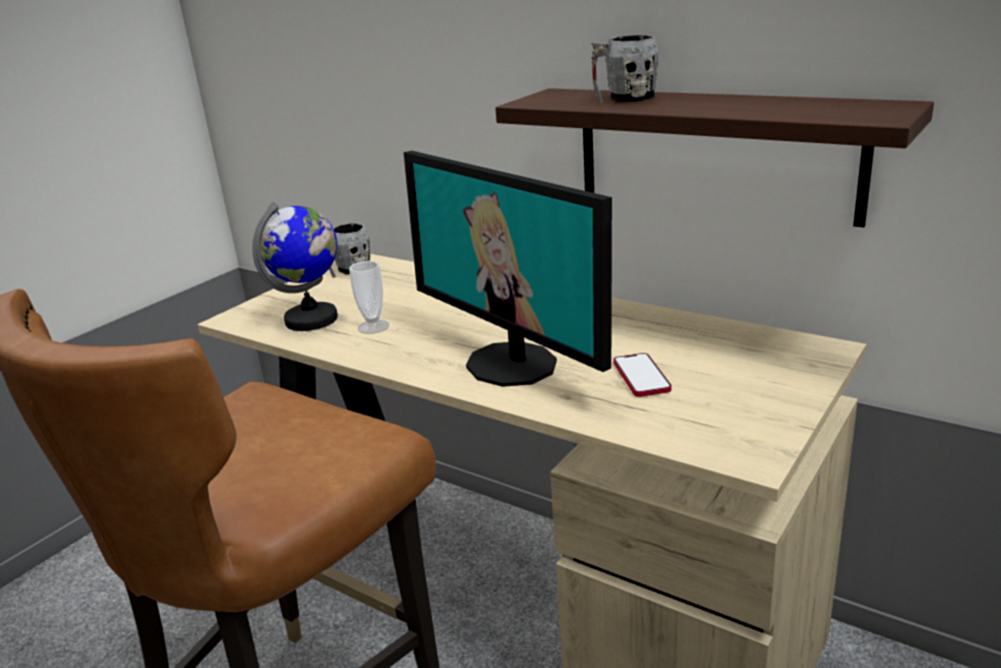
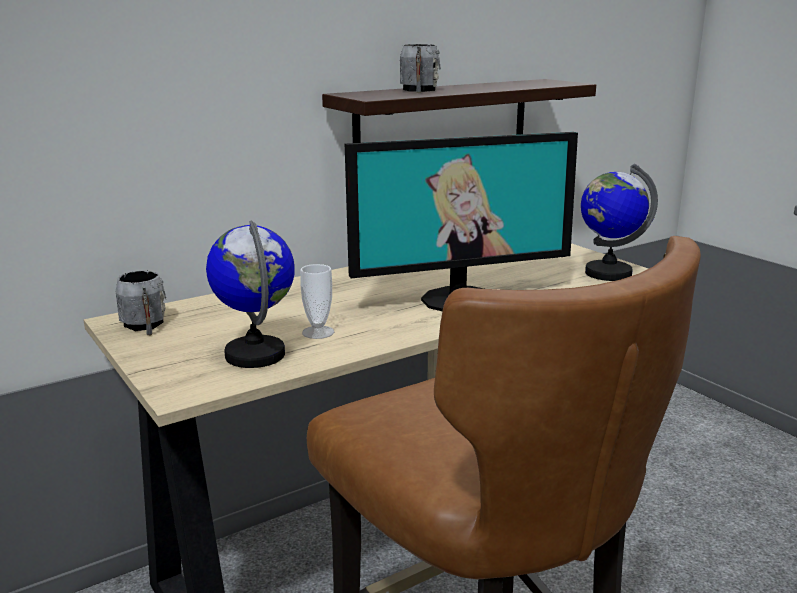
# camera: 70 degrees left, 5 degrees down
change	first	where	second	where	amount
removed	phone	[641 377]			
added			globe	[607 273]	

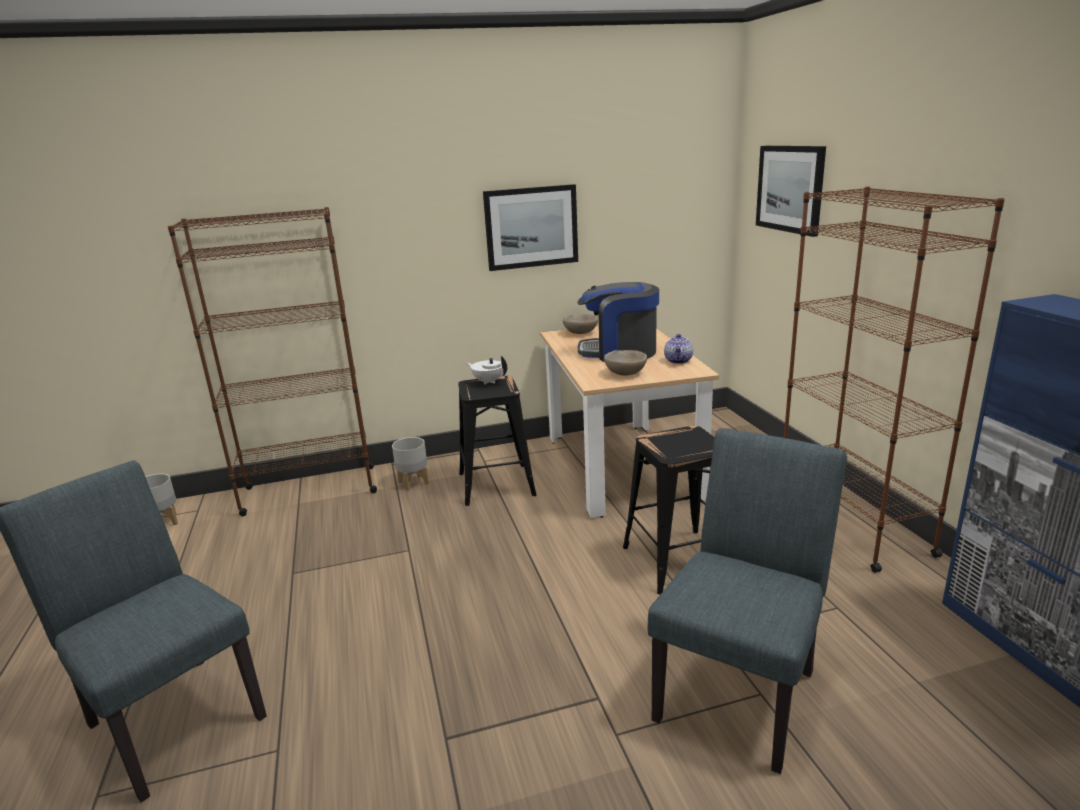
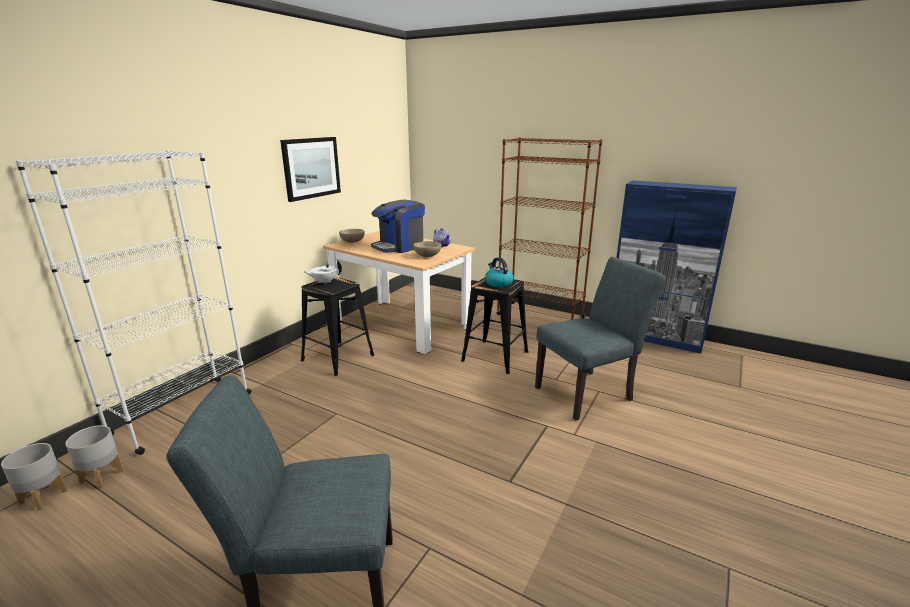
# camera: 45 degrees left, 0 degrees up
change	first	where	second	where	amount
removed	picture	[790 189]			
recoloured	bookcase (brown)	[309 490]	bookcase (white)	[182 413]	
turned	chair (grey)	[741 687]		[589 392]	75 degrees clockwise
moved	planter (grey)	[413 483]		[101 477]	
added			kettle	[498 283]	

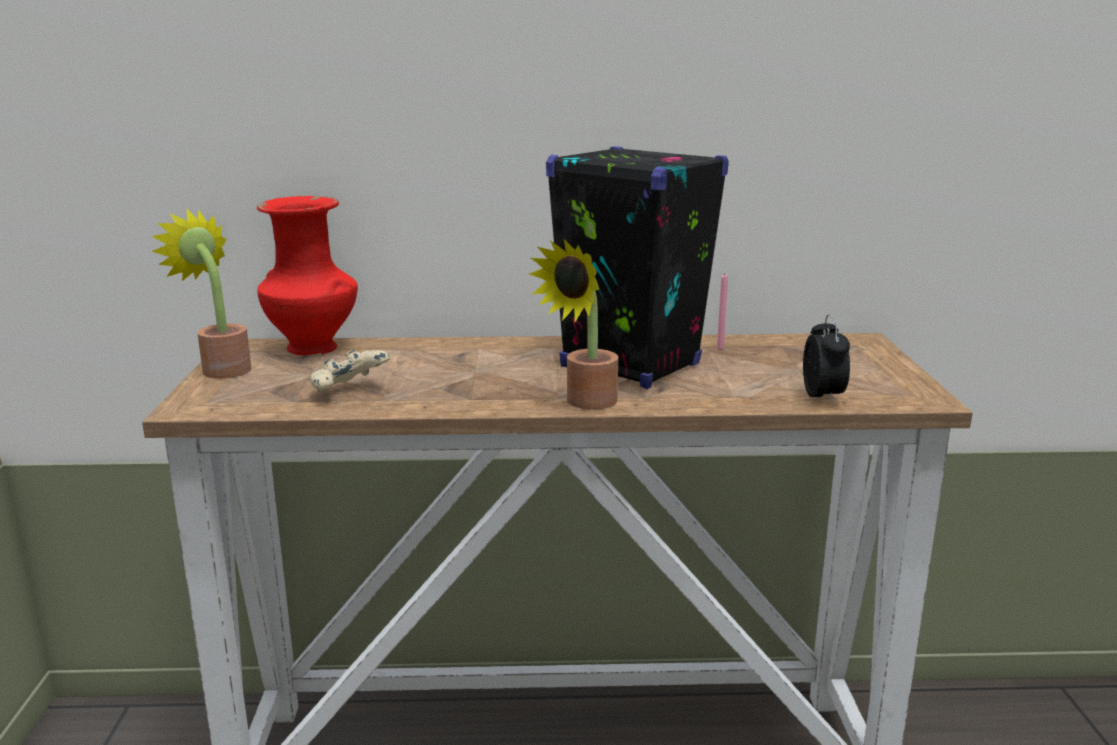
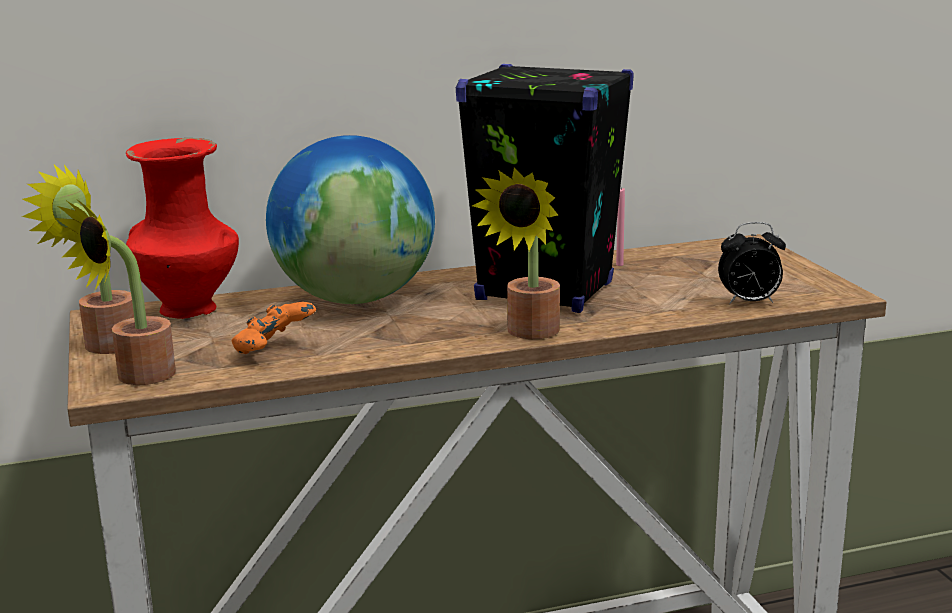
# camera: 15 degrees left, 0 degrees up
change	first	where	second	where	amount
turned	alarm clock	[823 398]		[749 302]	105 degrees clockwise
recoloured	game controller (beige)	[349 392]	game controller (orange)	[273 350]	
added			globe	[355 298]	
added			potted plant	[135 377]	

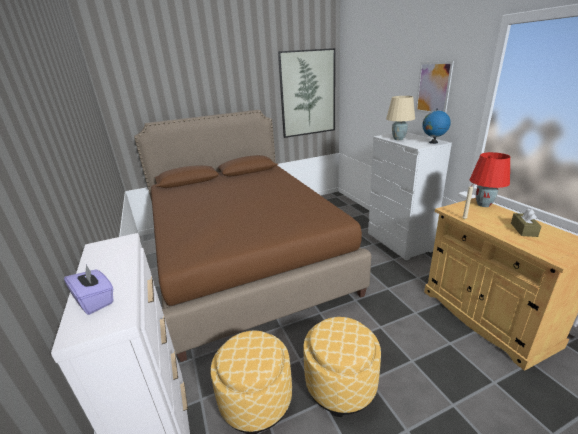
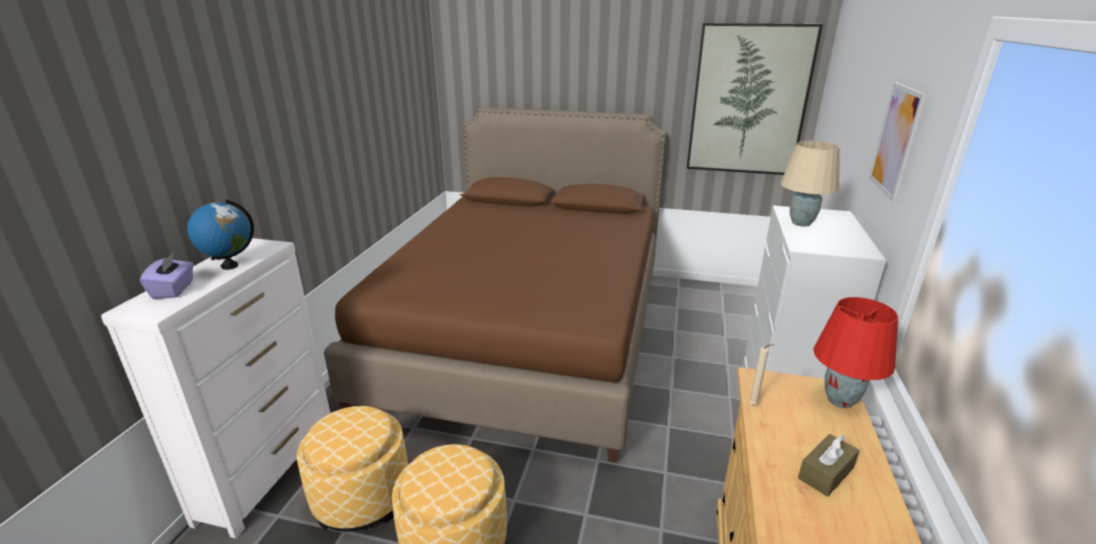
# camera: 35 degrees right, 0 degrees up
change	first	where	second	where	amount
moved	globe	[433 142]		[229 266]	

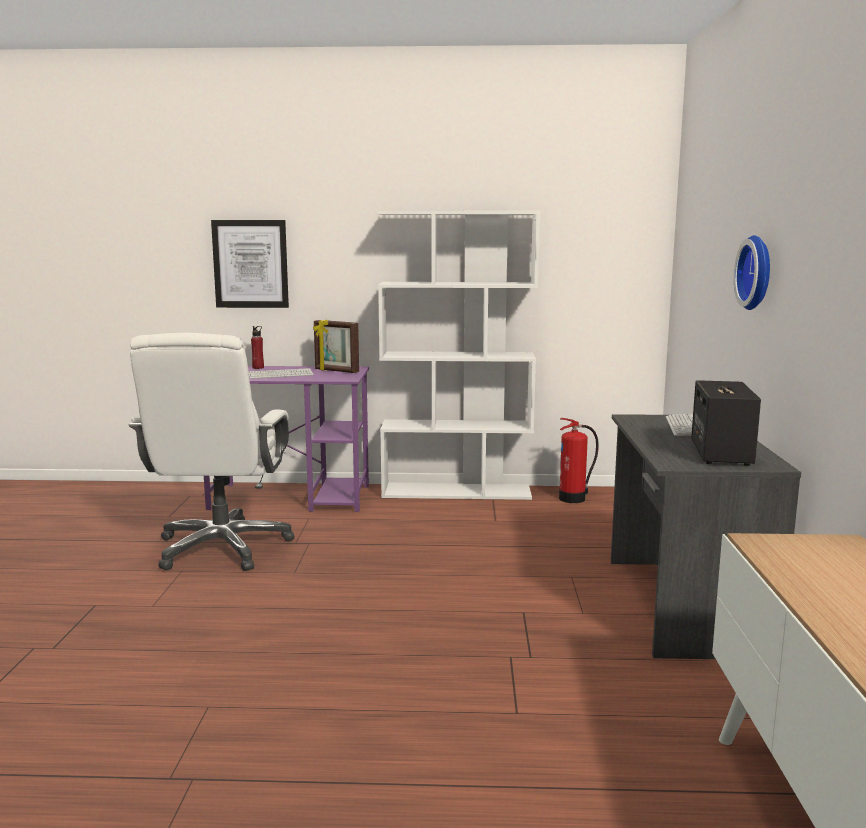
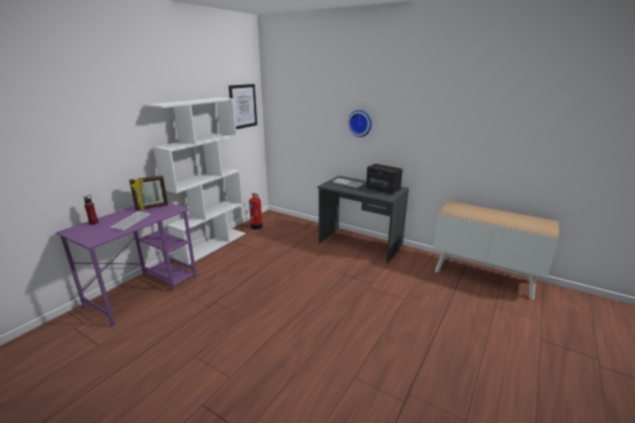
# camera: 60 degrees left, 10 degrees up
change	first	where	second	where	amount
moved	picture	[250 264]		[243 106]	
removed	office chair (white)	[222 548]			

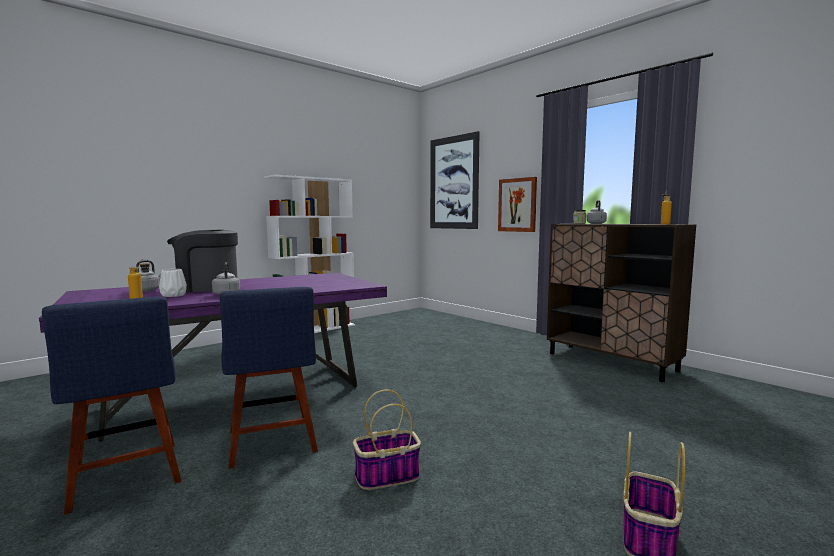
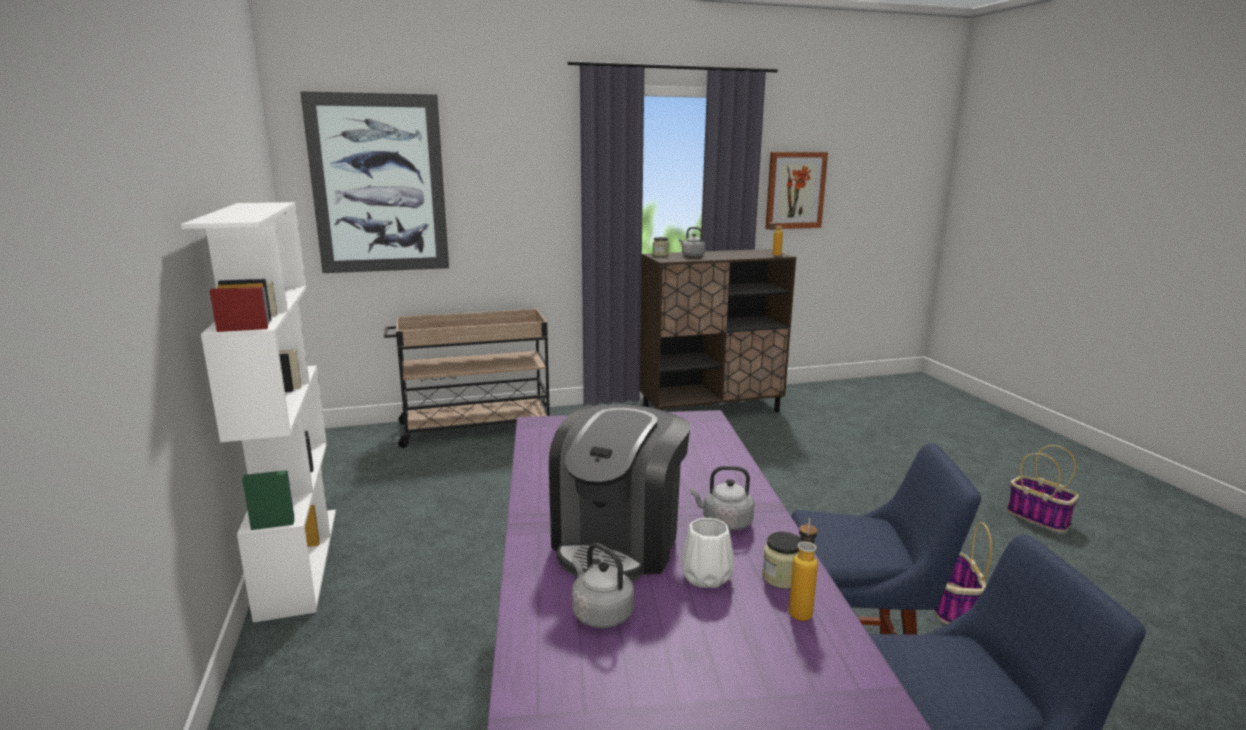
# camera: 65 degrees left, 10 degrees up
change	first	where	second	where	amount
moved	picture	[517 205]		[795 190]	
added			cart (beige)	[475 427]	
added			jar	[782 577]	

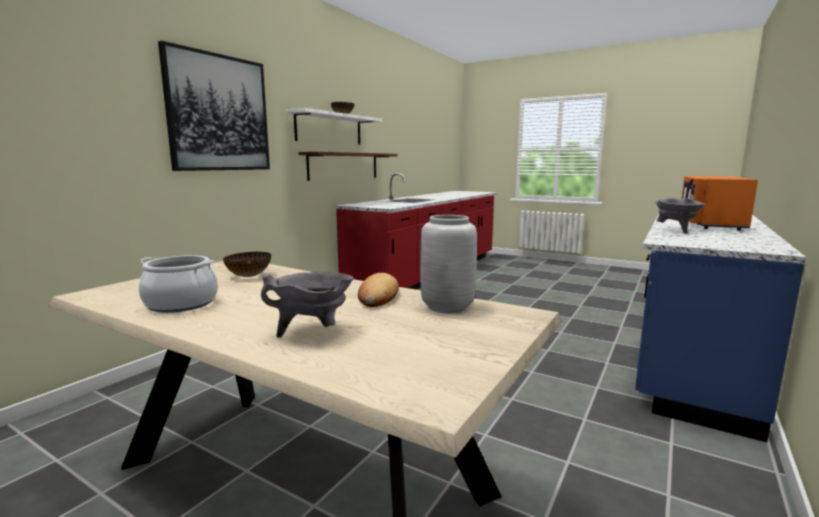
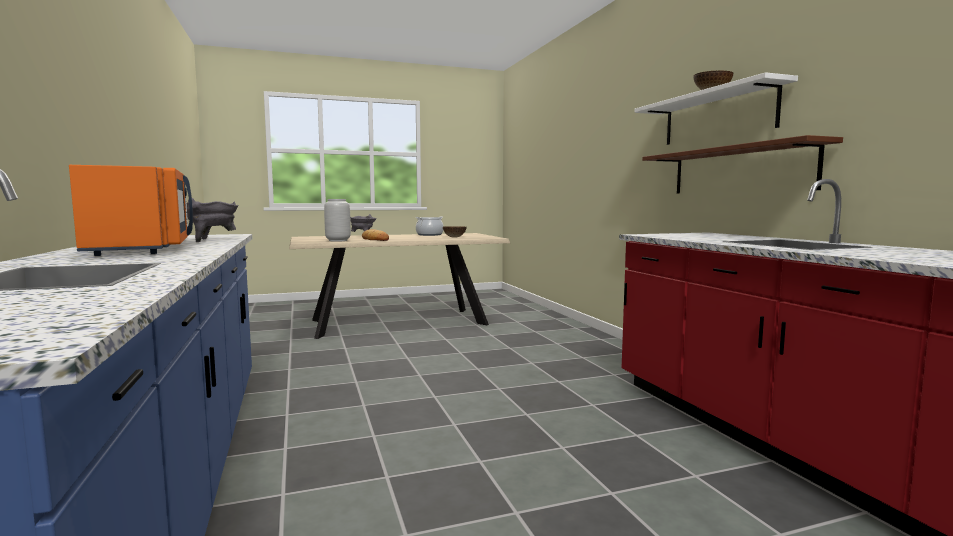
# camera: 130 degrees right, 5 degrees down
change	first	where	second	where	amount
removed	picture	[219 113]			

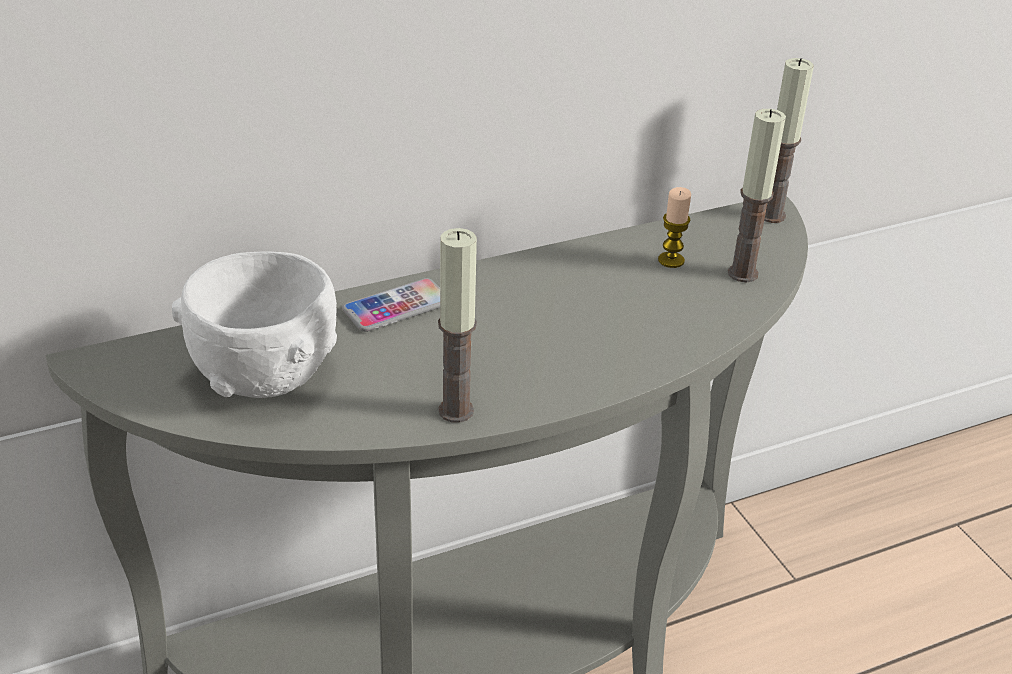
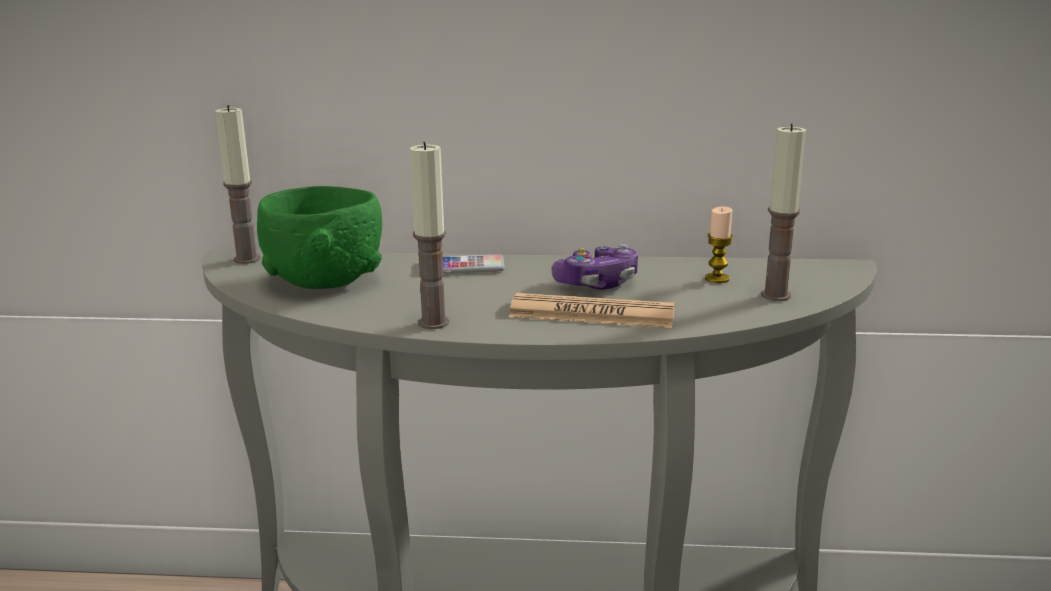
# camera: 30 degrees right, 15 degrees down
change	first	where	second	where	amount
moved	candle	[771 215]		[247 259]	
recoloured	bowl (white)	[266 377]	bowl (green)	[325 282]	
added			game controller	[597 283]	
added			newspaper	[592 313]	

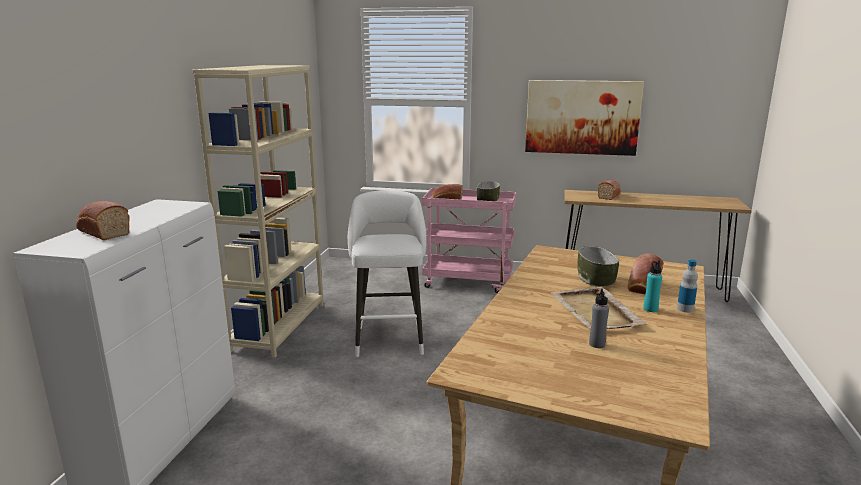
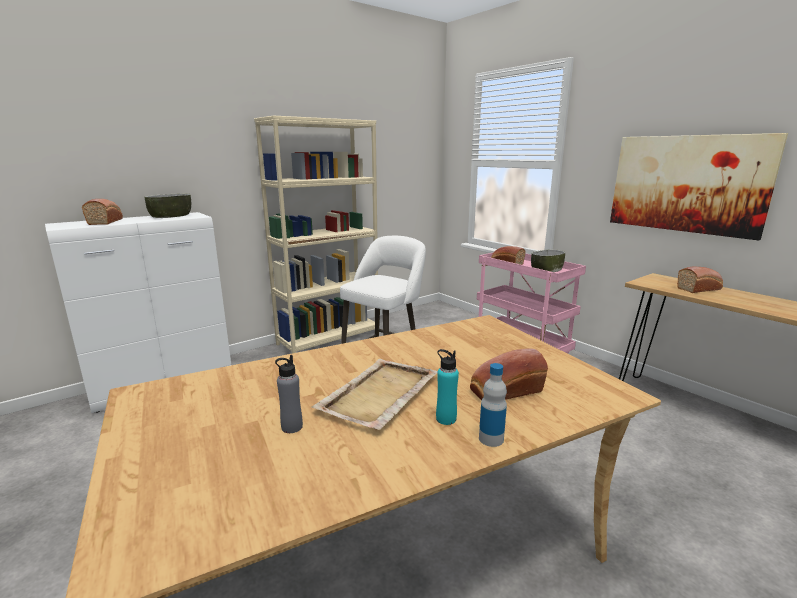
# camera: 40 degrees right, 0 degrees up
change	first	where	second	where	amount
moved	bowl	[596 279]		[171 216]	

